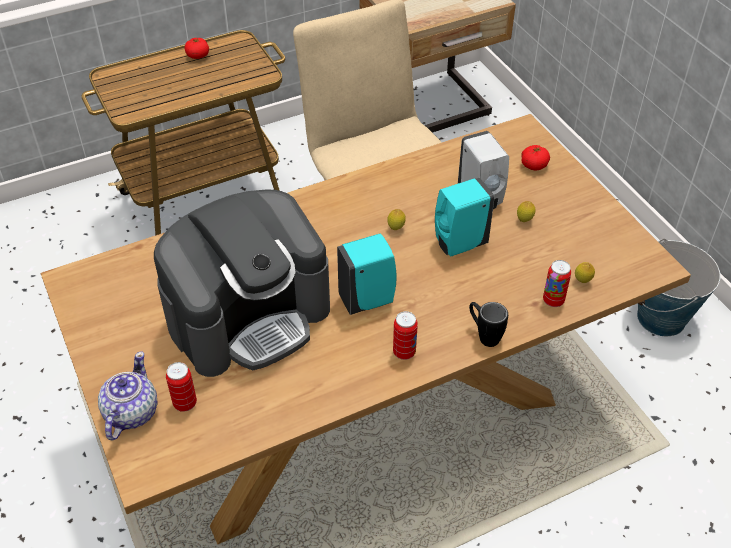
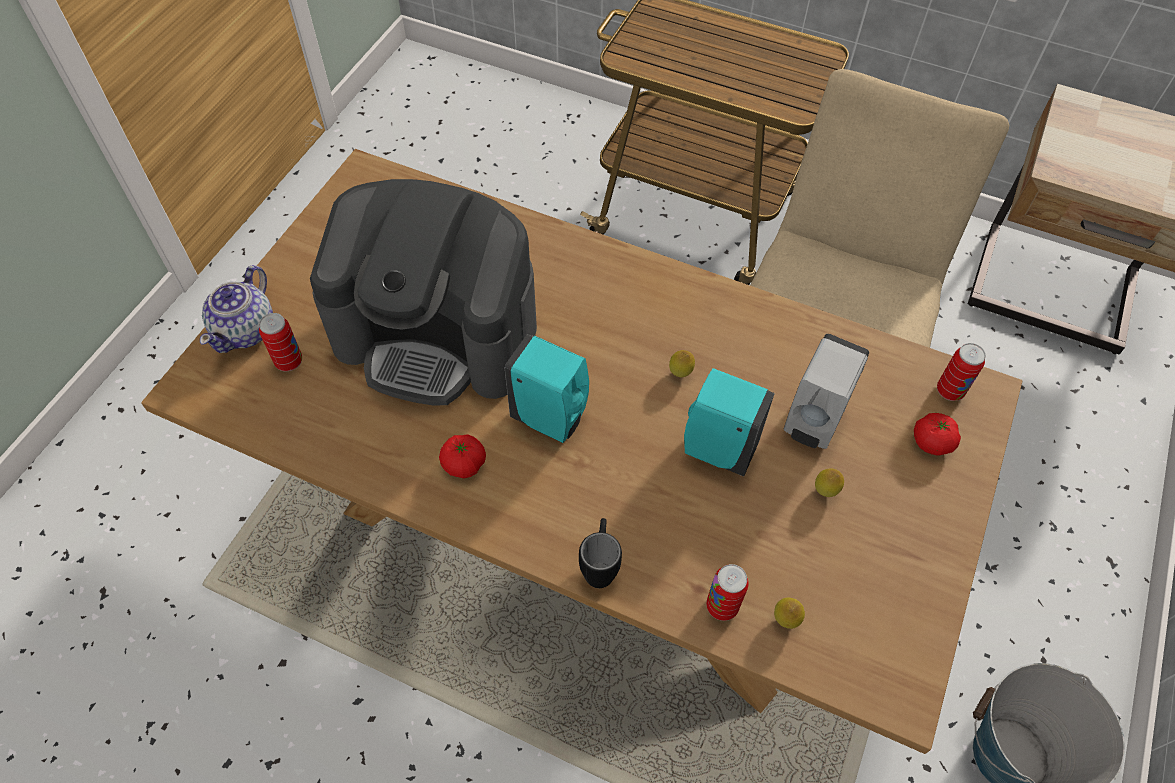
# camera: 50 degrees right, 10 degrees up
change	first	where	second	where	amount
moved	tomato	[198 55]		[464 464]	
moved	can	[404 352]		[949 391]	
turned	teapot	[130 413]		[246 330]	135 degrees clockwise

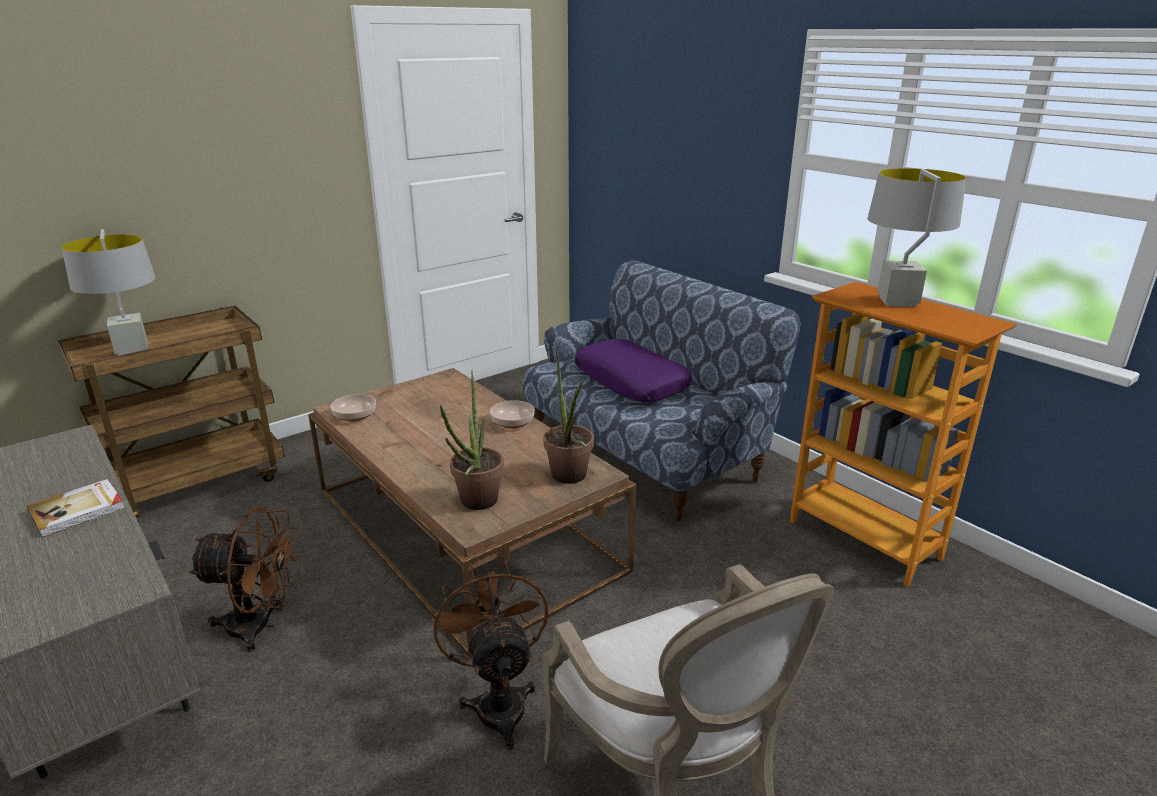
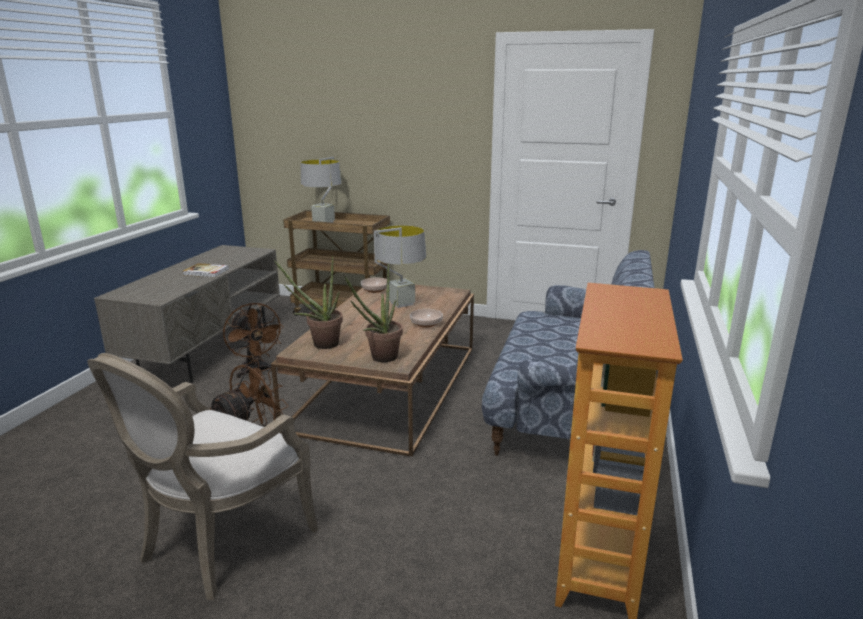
# camera: 55 degrees right, 5 degrees down
change	first	where	second	where	amount
moved	table lamp (grey)	[897 302]		[401 303]	
removed	pillow (purple)	[631 382]			

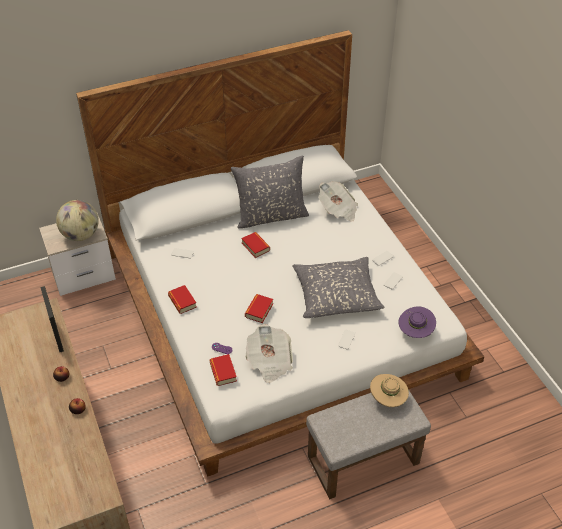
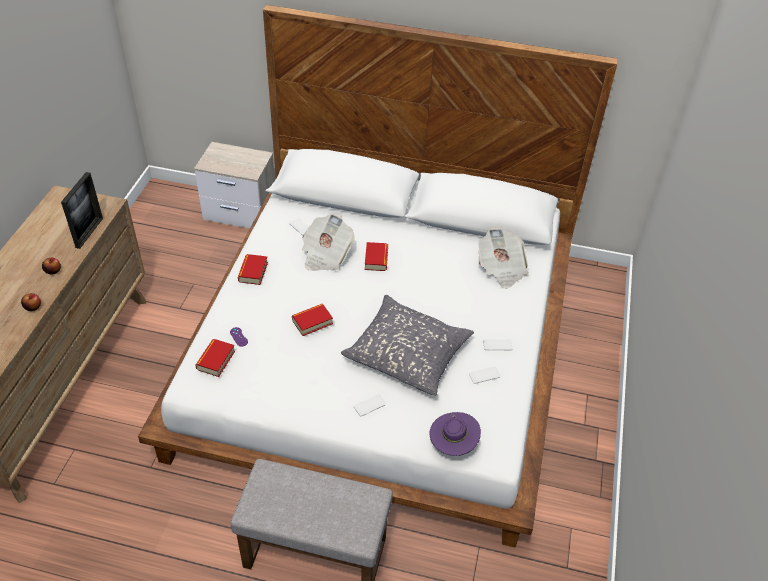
# camera: 35 degrees right, 0 degrees up
change	first	where	second	where	amount
removed	pillow (grey)	[271 216]			
removed	globe	[81 235]			
moved	newspaper	[269 362]		[326 255]	
removed	hat (beige)	[388 398]			

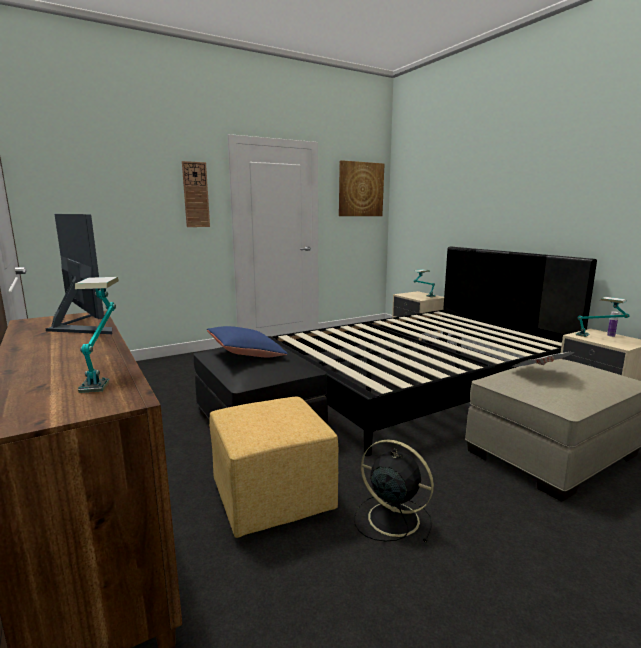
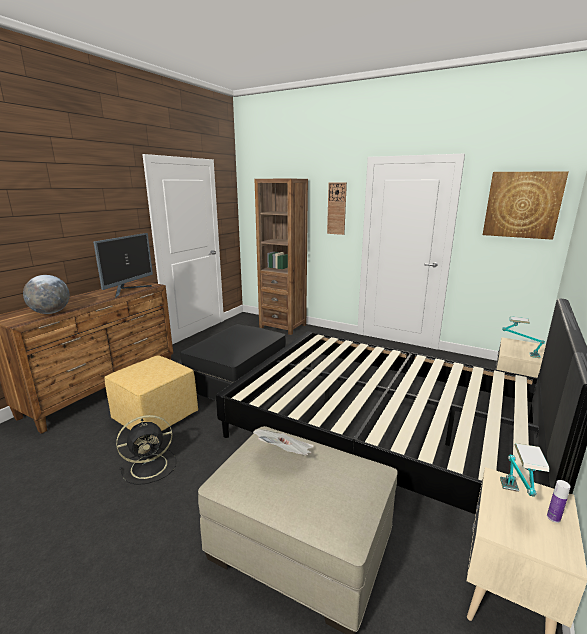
# camera: 60 degrees right, 5 degrees up
change	first	where	second	where	amount
replaced	table lamp	[104 374]	globe	[50 313]	
removed	pillow (blue)	[246 354]			
turned	fan (black)	[391 518]		[151 466]	60 degrees clockwise
added			bookcase (brown)	[283 326]	

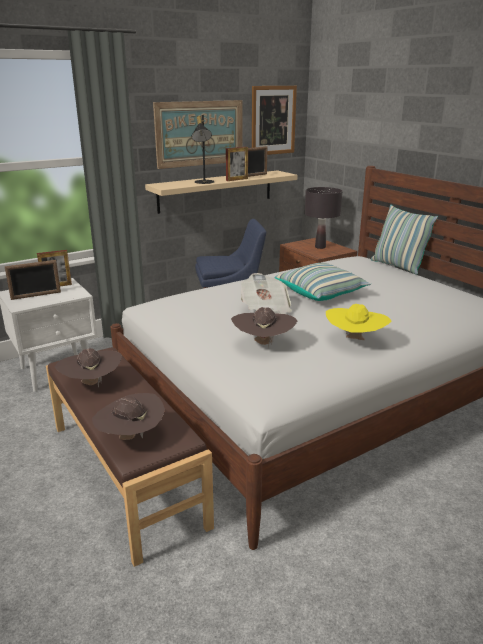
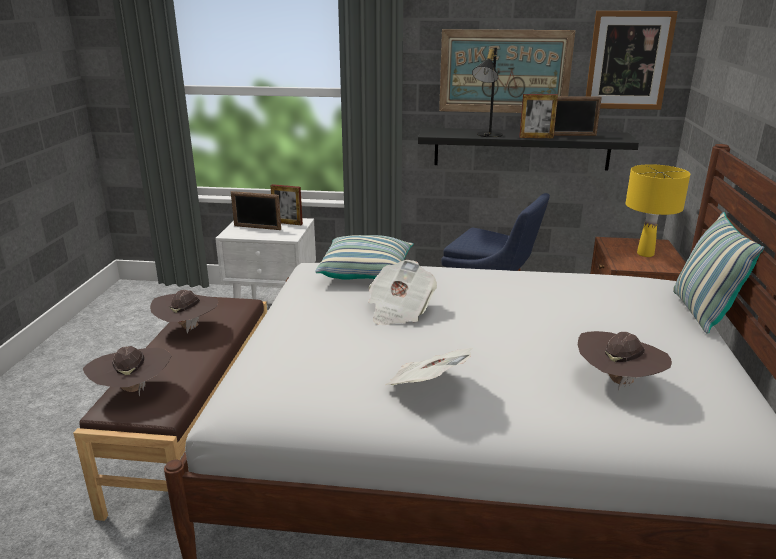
# camera: 40 degrees right, 0 degrees up
change	first	where	second	where	amount
recoloured	shelf (beige)	[216 191]	shelf (black)	[521 148]	
recoloured	table lamp (black)	[320 247]	table lamp (yellow)	[645 254]	
moved	pillow	[321 293]		[366 272]	
replaced	hat (yellow)	[355 340]	newspaper	[427 386]	
moved	hat (brown)	[263 344]		[618 383]	

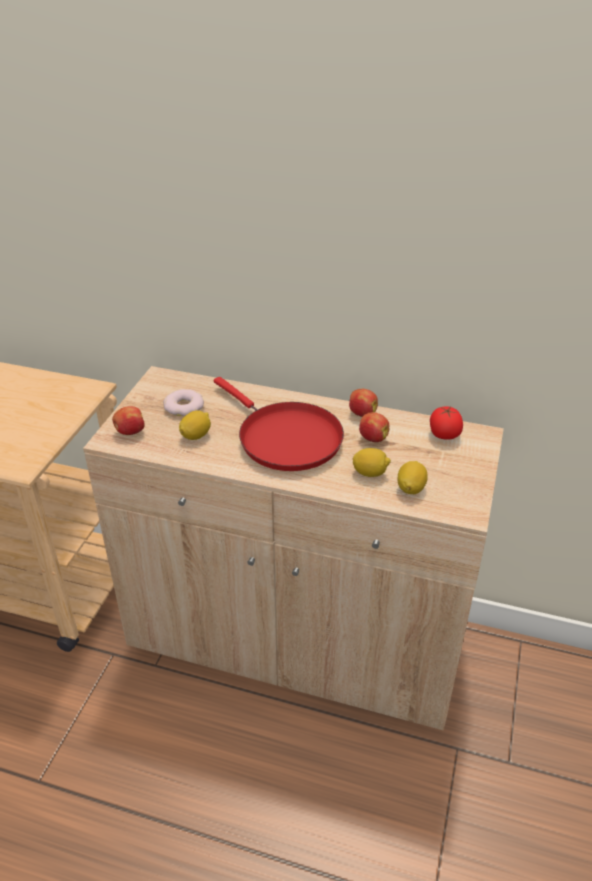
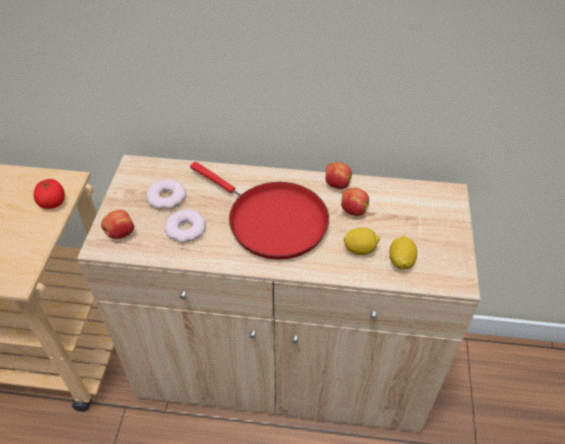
# camera: 10 degrees left, 10 degrees up
change	first	where	second	where	amount
moved	tomato	[444 434]		[53 202]	
replaced	lemon	[196 435]	donut	[186 229]	

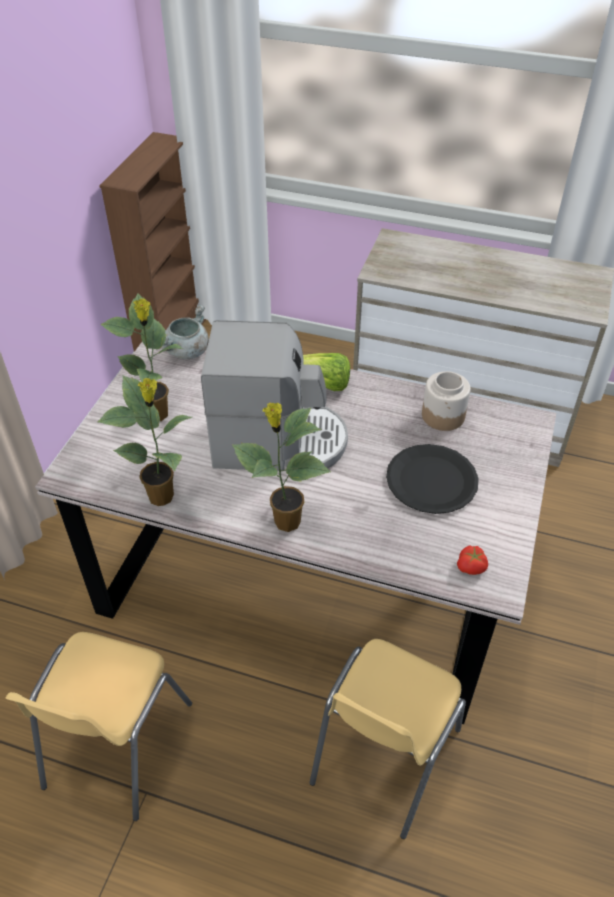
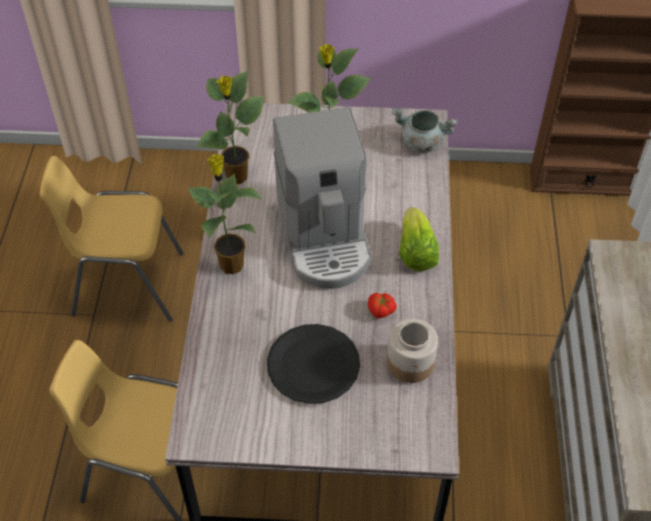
# camera: 75 degrees right, 5 degrees up
change	first	where	second	where	amount
moved	tomato	[471 567]		[380 311]	

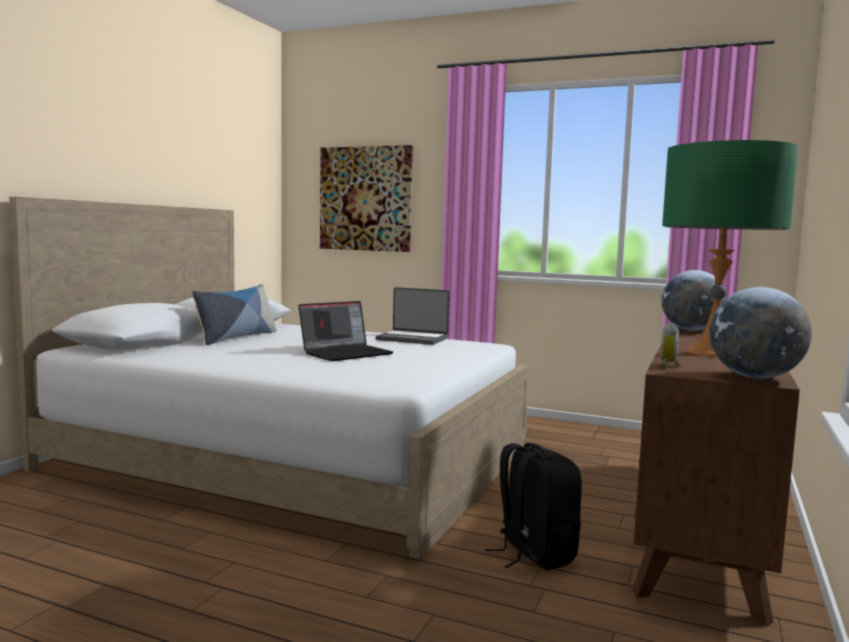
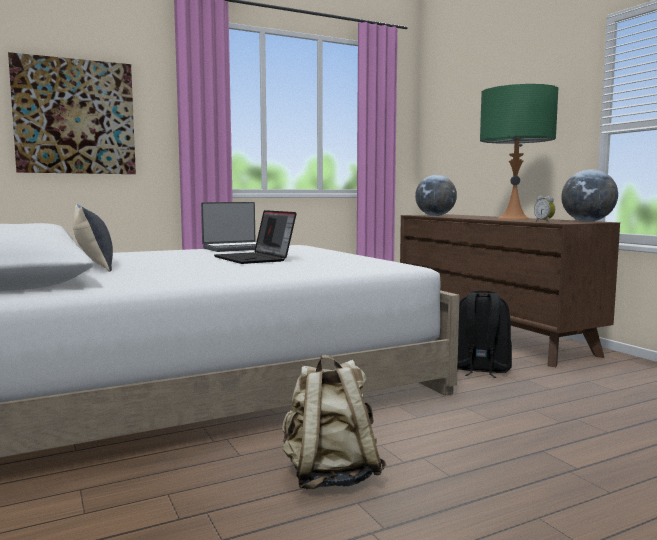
# camera: 50 degrees left, 0 degrees up
change	first	where	second	where	amount
turned	laptop	[346 353]		[255 259]	150 degrees clockwise
added			backpack (beige)	[330 476]	

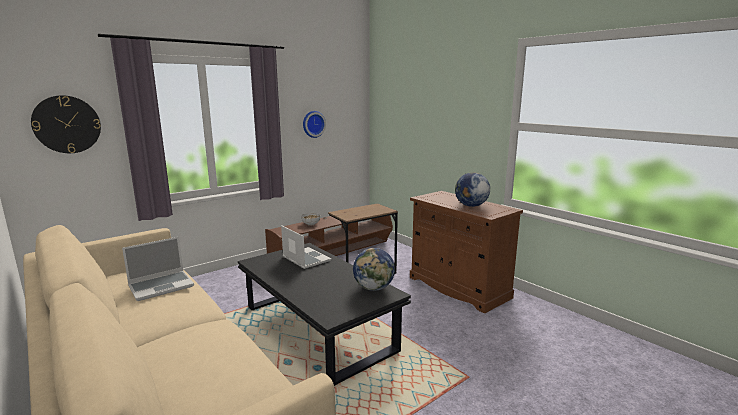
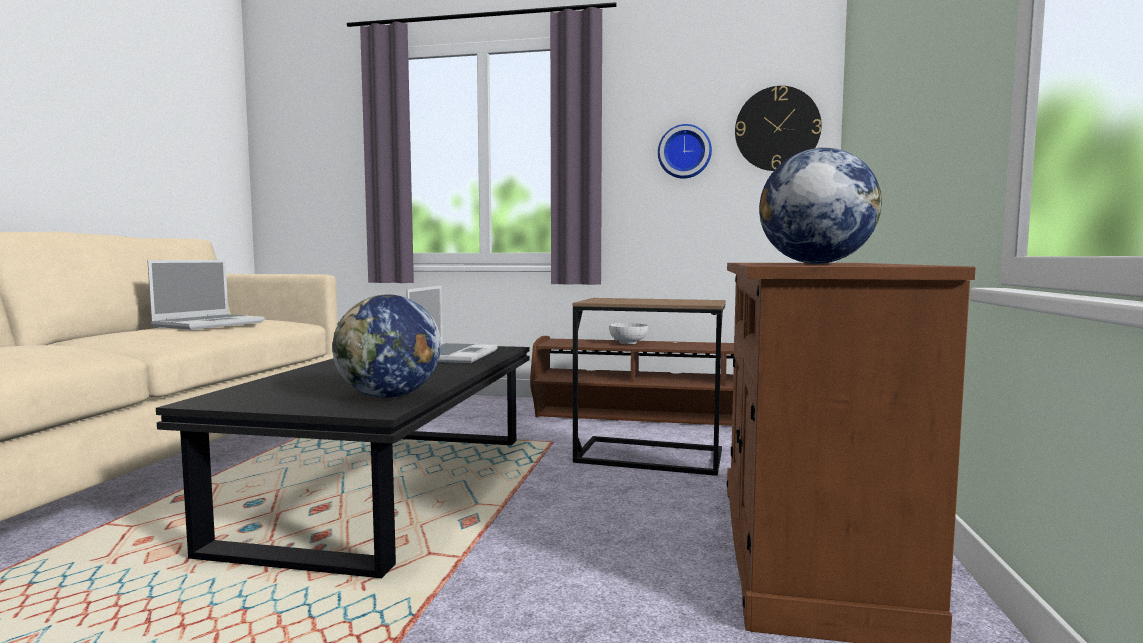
# camera: 50 degrees right, 10 degrees down
change	first	where	second	where	amount
moved	wall clock	[67 124]		[777 129]	
turned	laptop	[162 286]		[209 324]	75 degrees counterclockwise

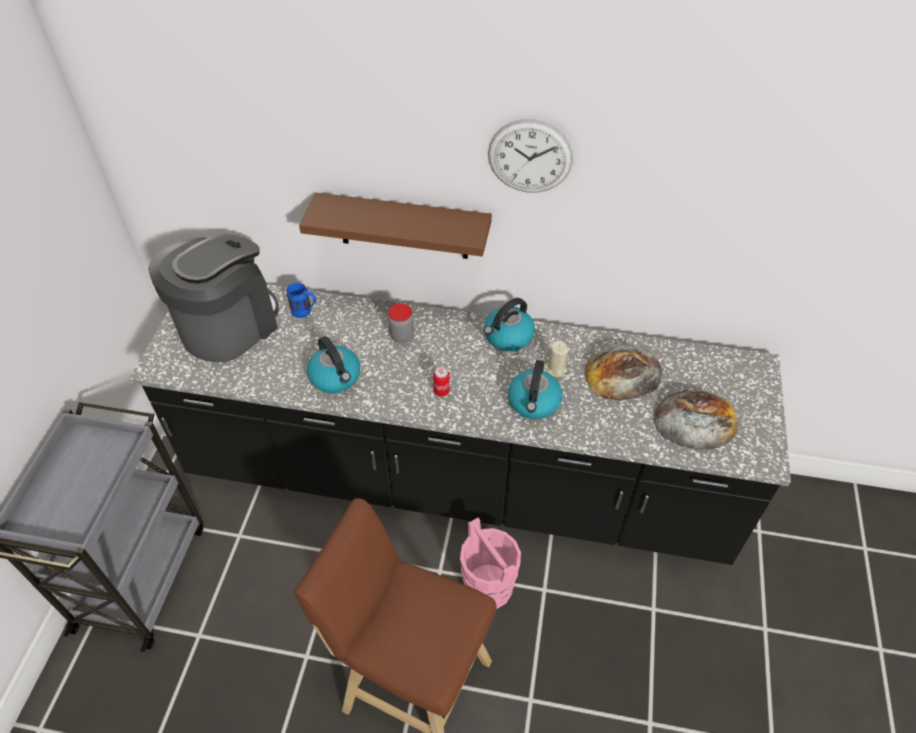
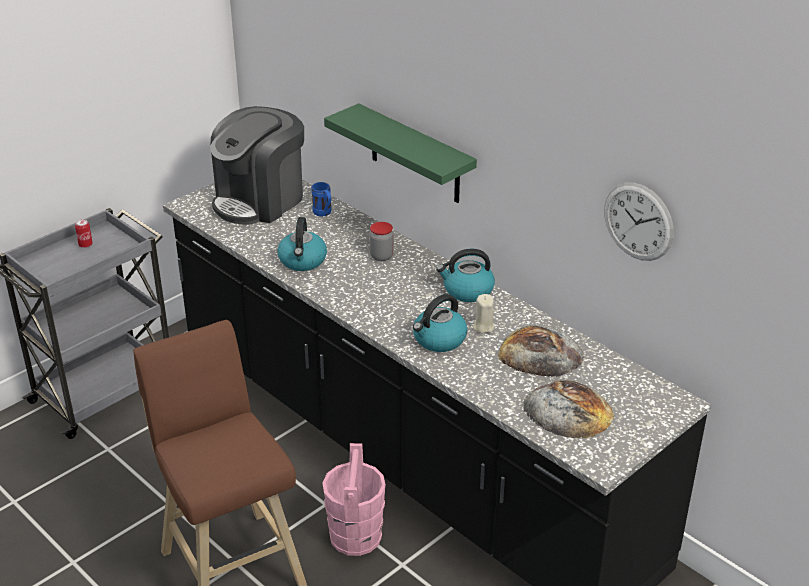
# camera: 35 degrees right, 15 degrees down
change	first	where	second	where	amount
moved	wall clock	[530 157]		[638 221]	
recoloured	shelf (brown)	[403 226]	shelf (green)	[415 155]	
turned	coffee machine	[228 326]		[260 200]	150 degrees clockwise
moved	can	[441 391]		[85 245]	

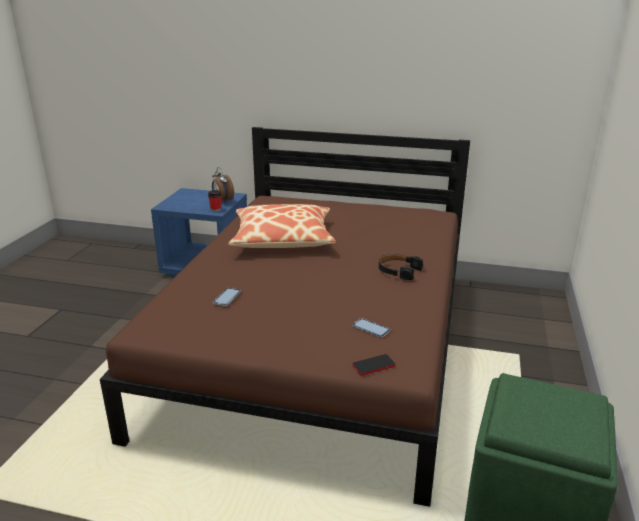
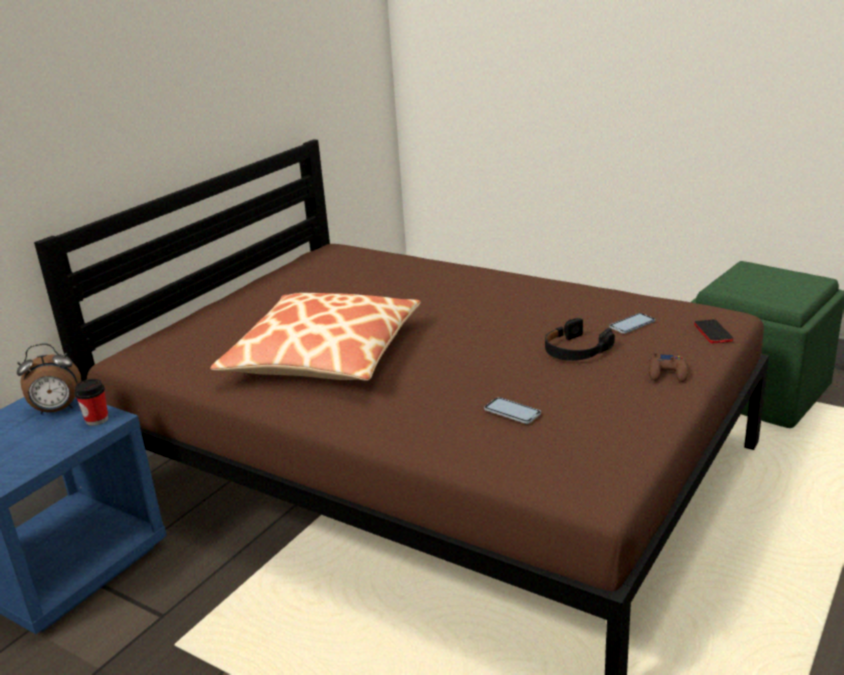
# camera: 70 degrees left, 0 degrees up
change	first	where	second	where	amount
moved	headphones (black)	[398 271]		[575 350]	
added			game controller (brown)	[667 373]	

